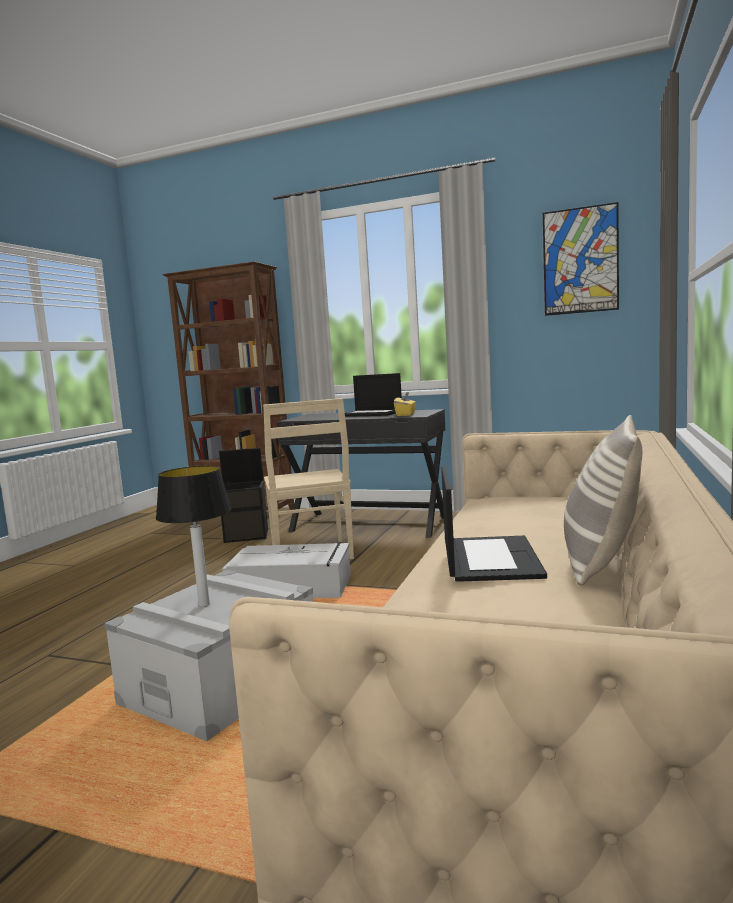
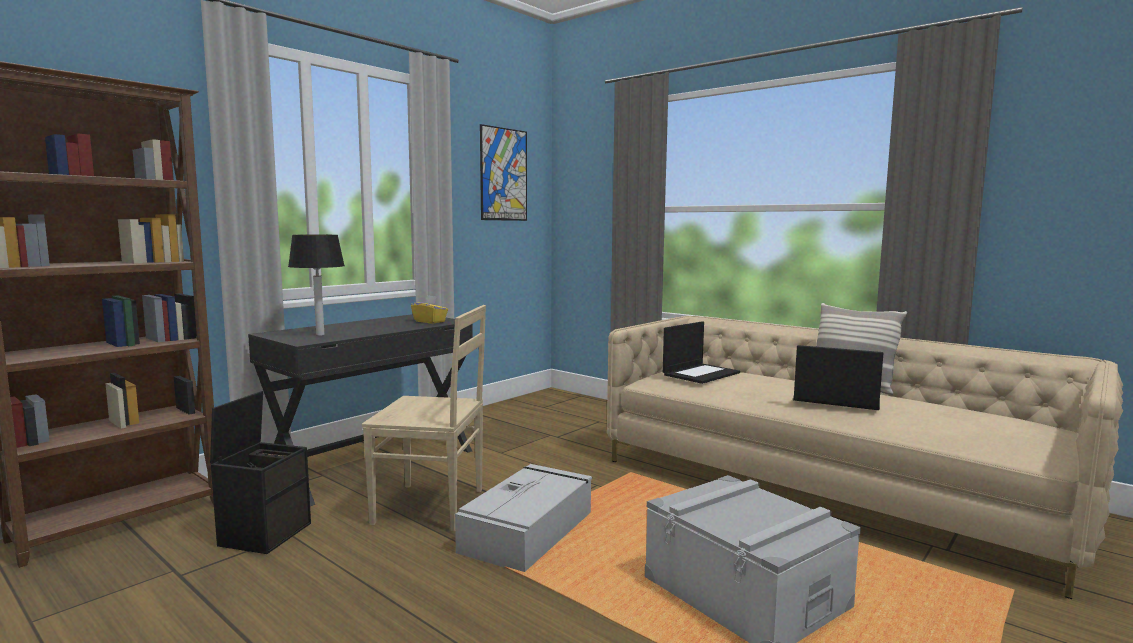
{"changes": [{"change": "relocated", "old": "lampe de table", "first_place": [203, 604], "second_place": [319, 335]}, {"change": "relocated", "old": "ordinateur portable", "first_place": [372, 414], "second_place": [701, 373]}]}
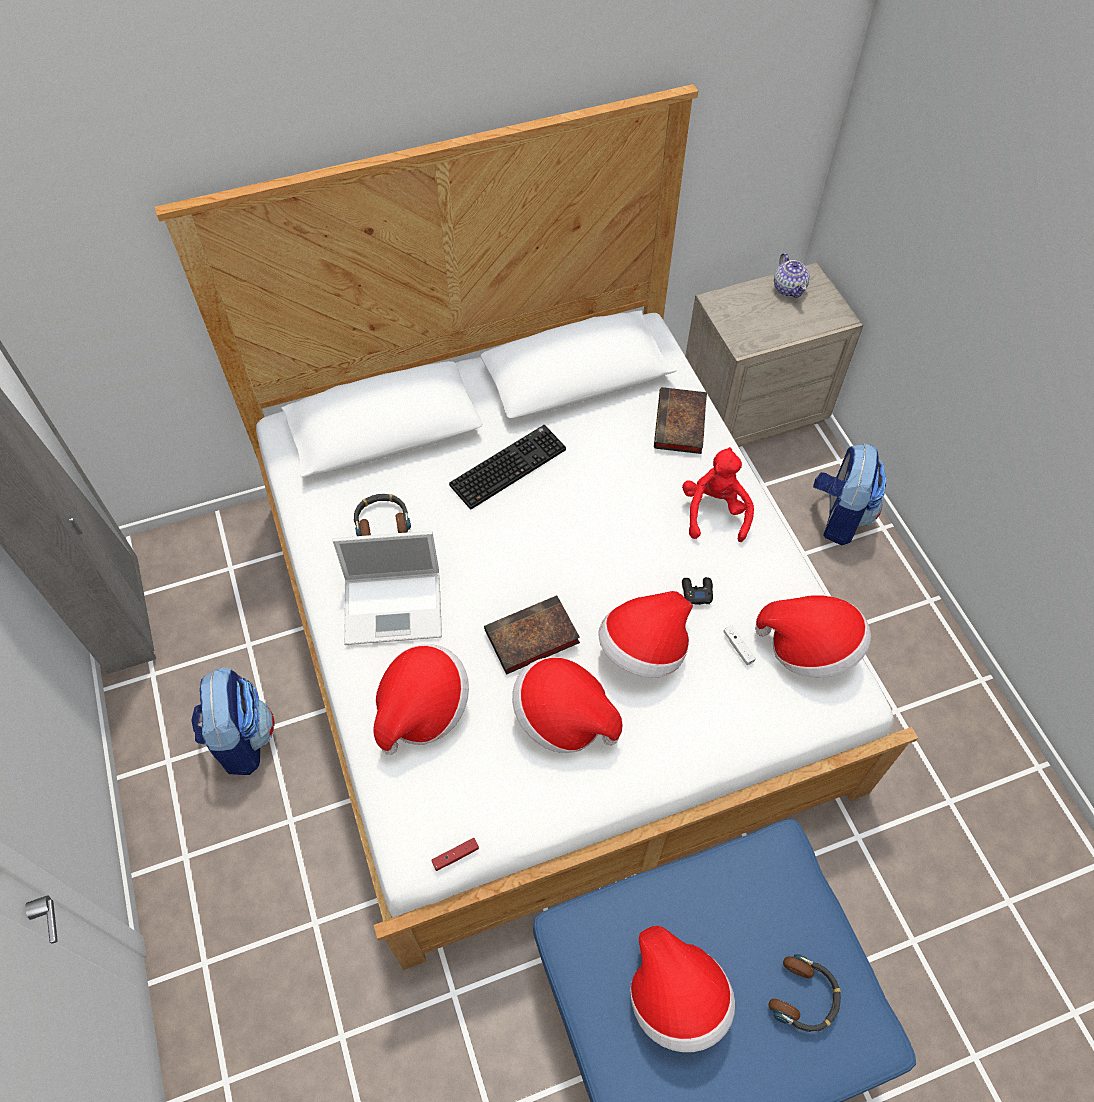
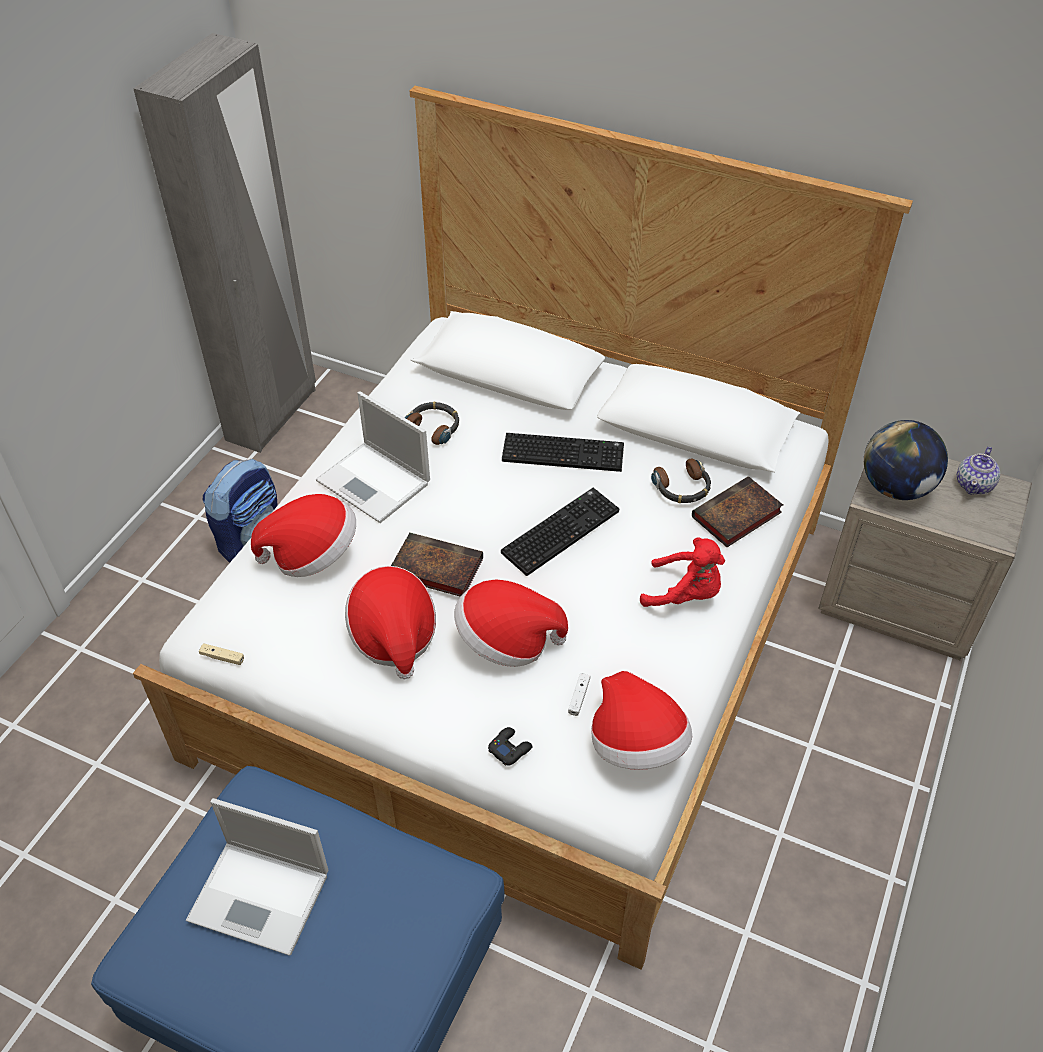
{"changes": [{"change": "exchanged", "old": "chapeau", "new": "ordinateur portable", "first_place": [676, 997], "second_place": [262, 896]}, {"change": "colour", "old": "manette/rouge", "new": "manette/beige", "first_place": [455, 856], "second_place": [222, 657]}, {"change": "relocated", "old": "manette/noir", "first_place": [696, 592], "second_place": [510, 748]}, {"change": "appeared", "new": "clavier", "second_place": [560, 530]}, {"change": "spun", "old": "peluche/rouge", "first_place": [714, 511], "second_place": [685, 594], "degrees": 60}, {"change": "relocated", "old": "casque audio", "first_place": [805, 997], "second_place": [682, 488]}, {"change": "appeared", "new": "globe", "second_place": [896, 488]}, {"change": "missing", "old": "sac à dos", "first_place": [839, 516]}]}
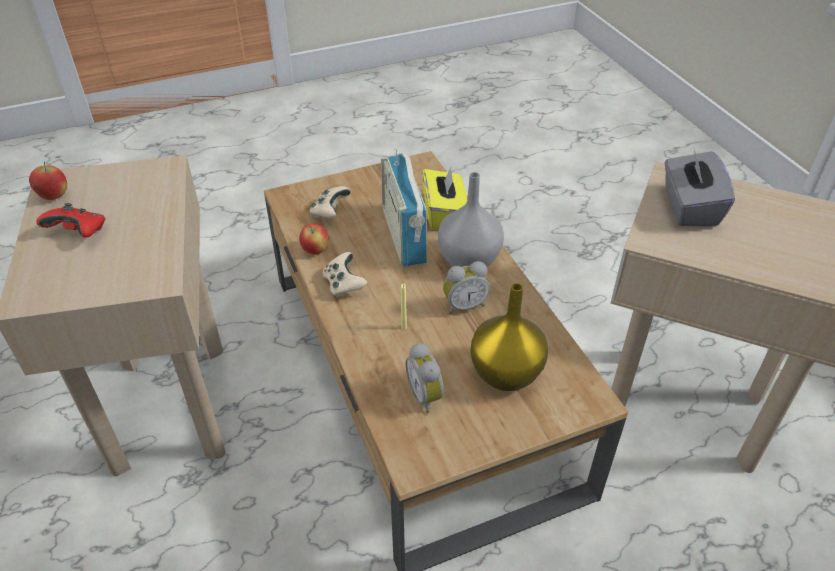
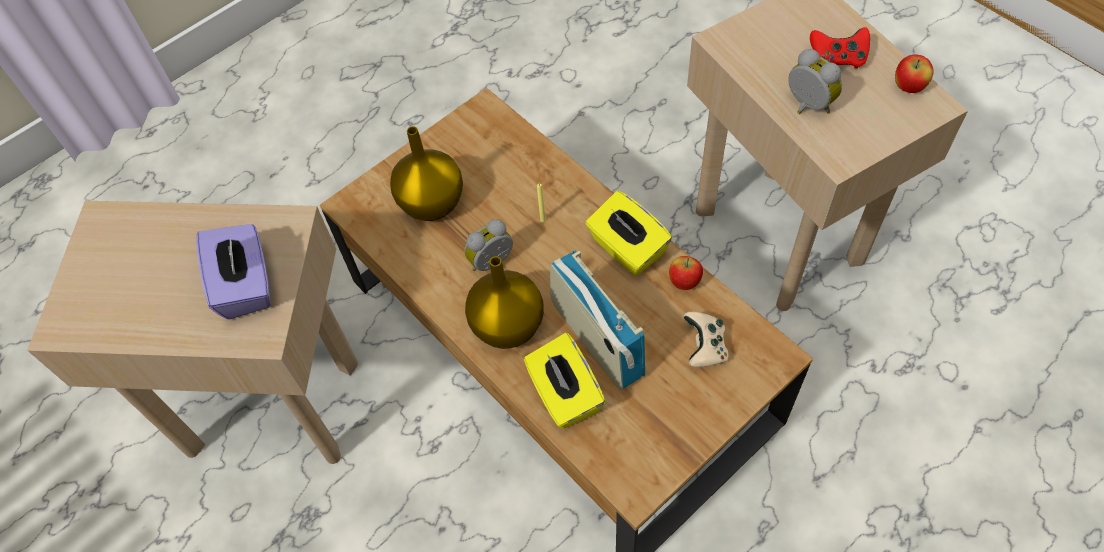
{"changes": [{"change": "colour", "old": "boîte à mouchoirs/gris", "new": "boîte à mouchoirs/violet", "first_place": [689, 207], "second_place": [246, 285]}, {"change": "colour", "old": "vase/gris", "new": "vase/jaune", "first_place": [469, 259], "second_place": [508, 328]}, {"change": "exchanged", "old": "manette/beige", "new": "boîte à mouchoirs/jaune", "first_place": [344, 285], "second_place": [627, 248]}, {"change": "relocated", "old": "réveil", "first_place": [427, 395], "second_place": [807, 106]}]}
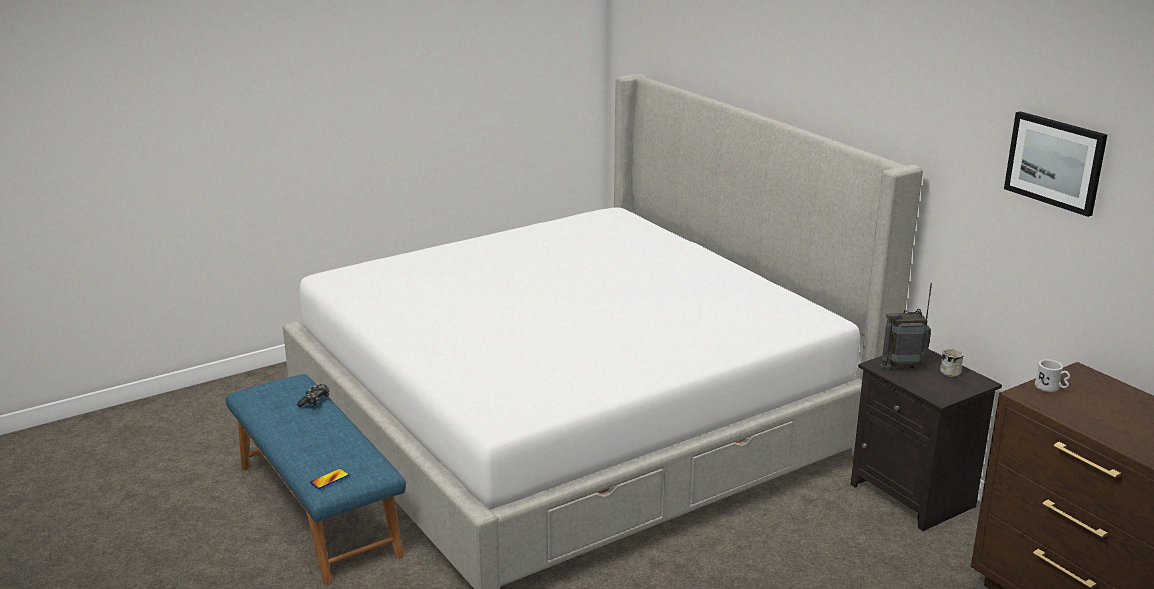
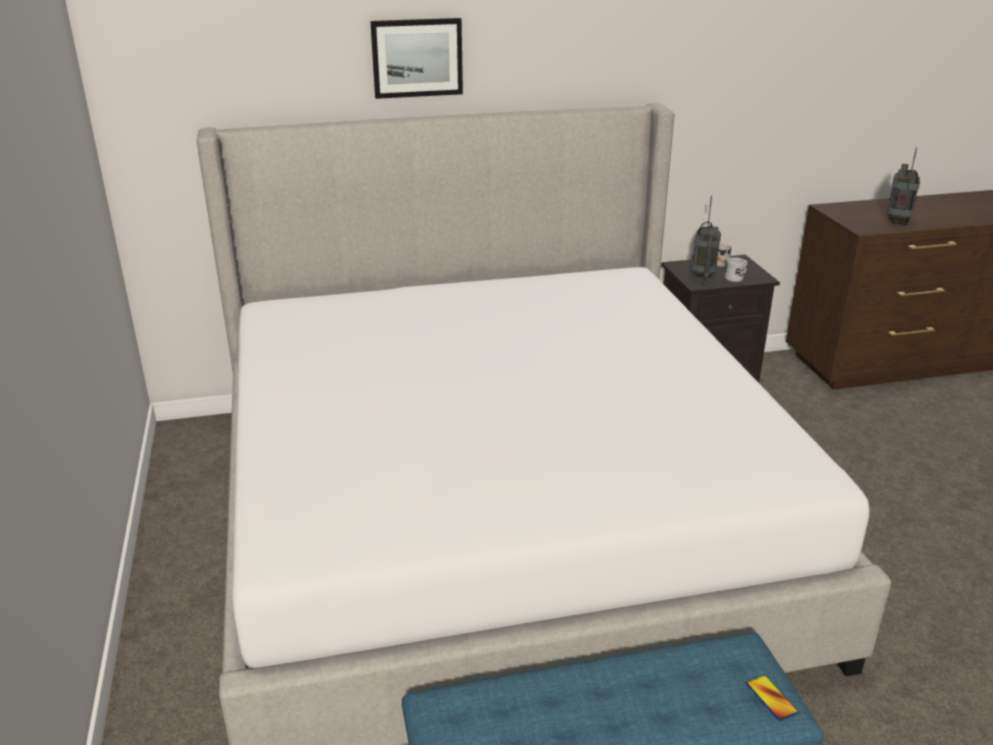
{"changes": [{"change": "relocated", "old": "tableau", "first_place": [1055, 162], "second_place": [417, 57]}, {"change": "relocated", "old": "mug/blanc", "first_place": [1051, 388], "second_place": [736, 278]}, {"change": "appeared", "new": "radio", "second_place": [897, 222]}, {"change": "missing", "old": "manette", "first_place": [315, 401]}]}
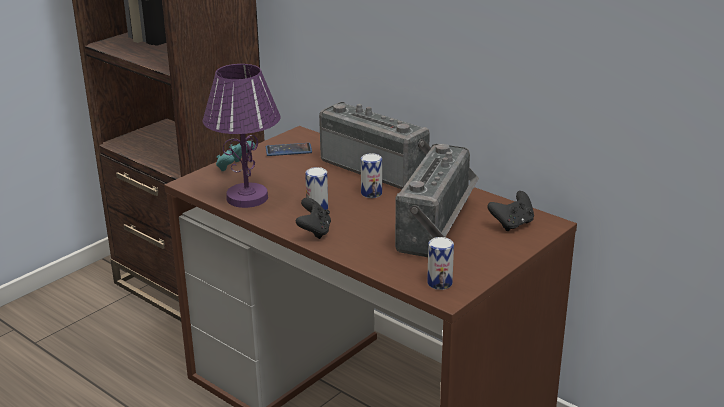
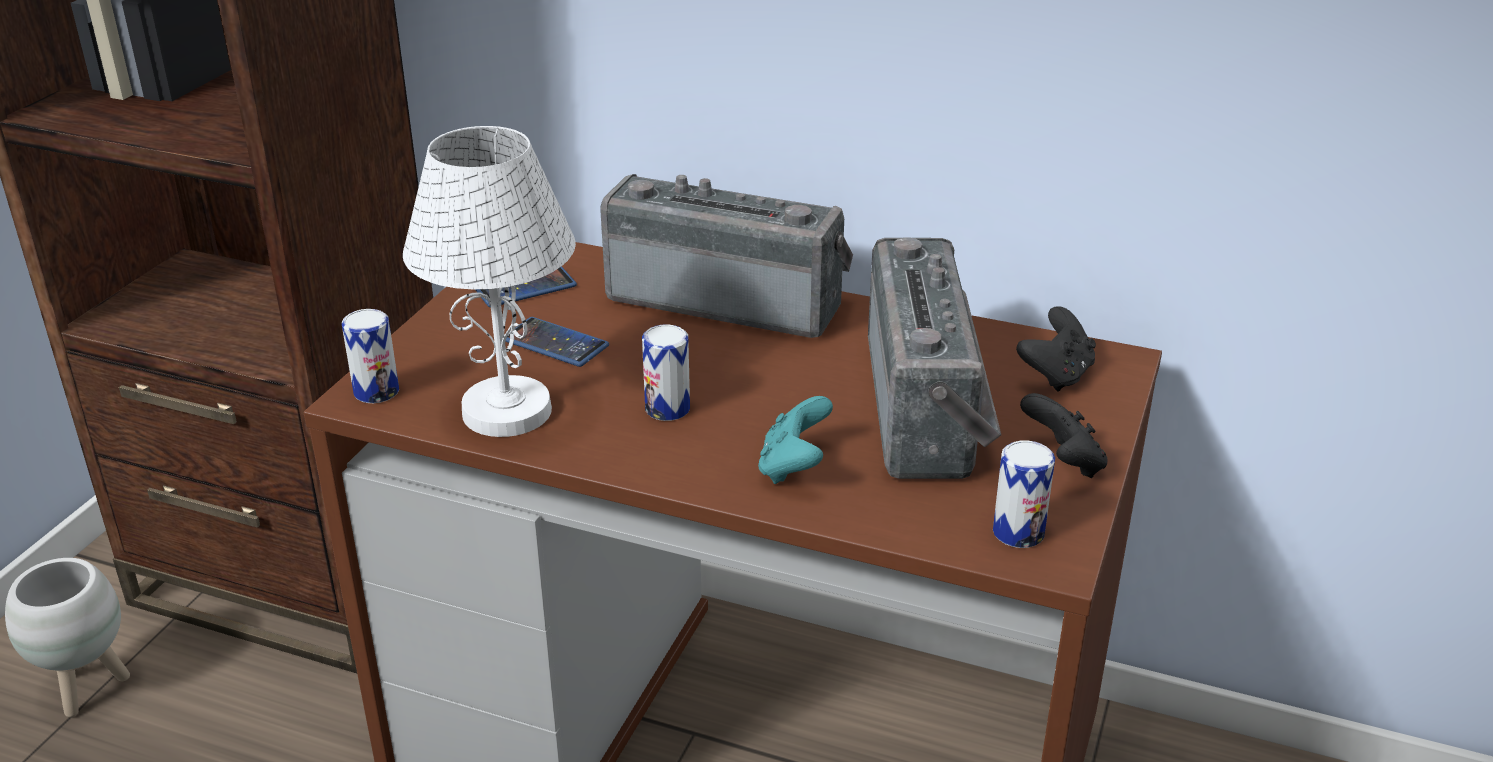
{"changes": [{"change": "appeared", "new": "cache-pot/blanc", "second_place": [88, 688]}, {"change": "relocated", "old": "boîte métallique", "first_place": [371, 193], "second_place": [376, 391]}, {"change": "colour", "old": "lampe de table/violet", "new": "lampe de table/blanc", "first_place": [248, 197], "second_place": [508, 410]}, {"change": "appeared", "new": "téléphone", "second_place": [555, 343]}, {"change": "relocated", "old": "manette/turquoise", "first_place": [234, 168], "second_place": [794, 467]}, {"change": "relocated", "old": "manette/noir", "first_place": [314, 232], "second_place": [1063, 463]}]}
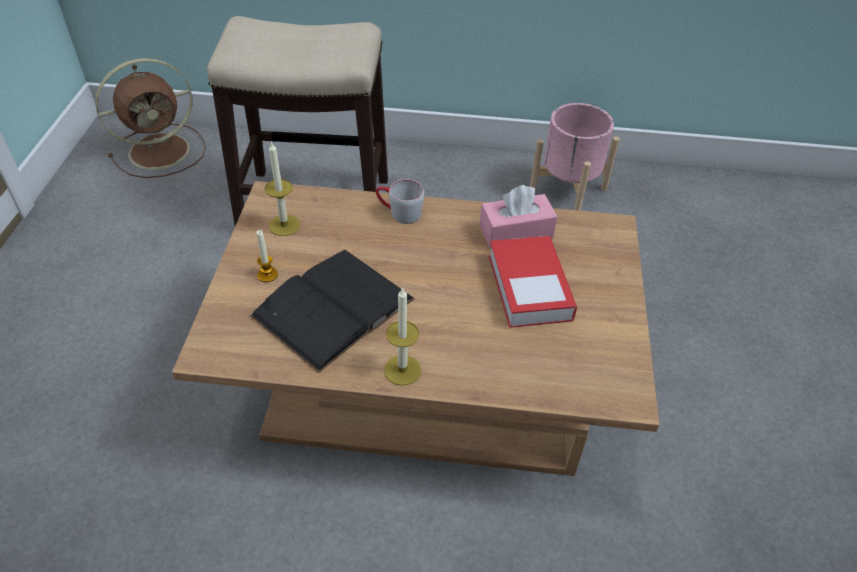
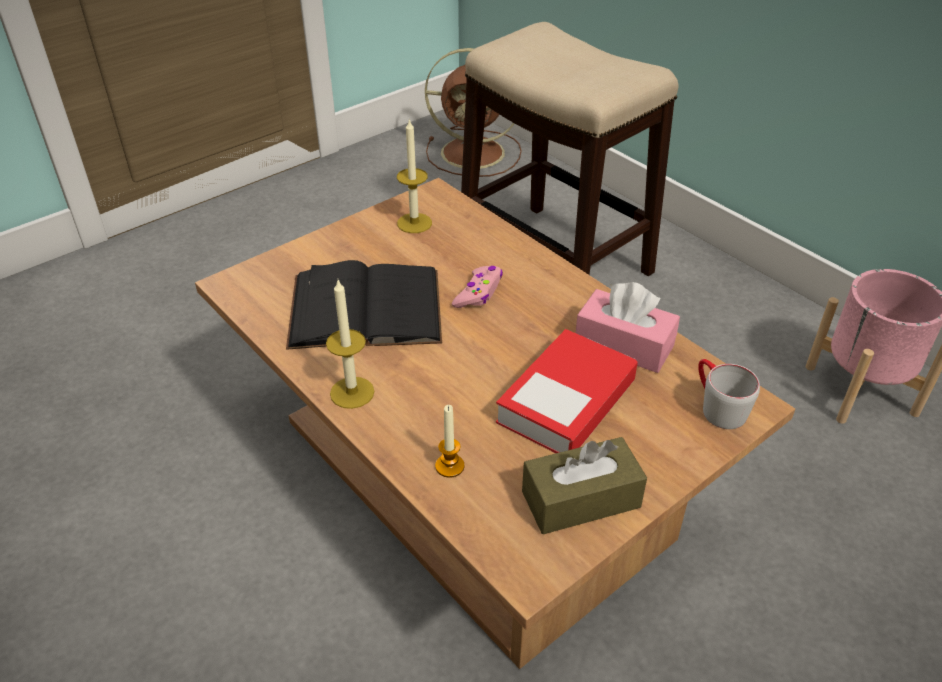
{"changes": [{"change": "relocated", "old": "bougie", "first_place": [267, 275], "second_place": [449, 466]}, {"change": "appeared", "new": "manette/rose", "second_place": [478, 293]}, {"change": "appeared", "new": "boîte à mouchoirs/marron", "second_place": [581, 499]}, {"change": "relocated", "old": "mug/gris", "first_place": [399, 212], "second_place": [716, 406]}]}
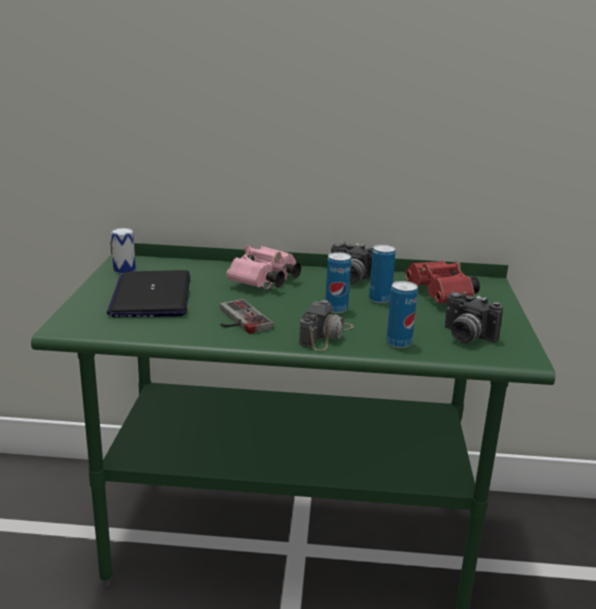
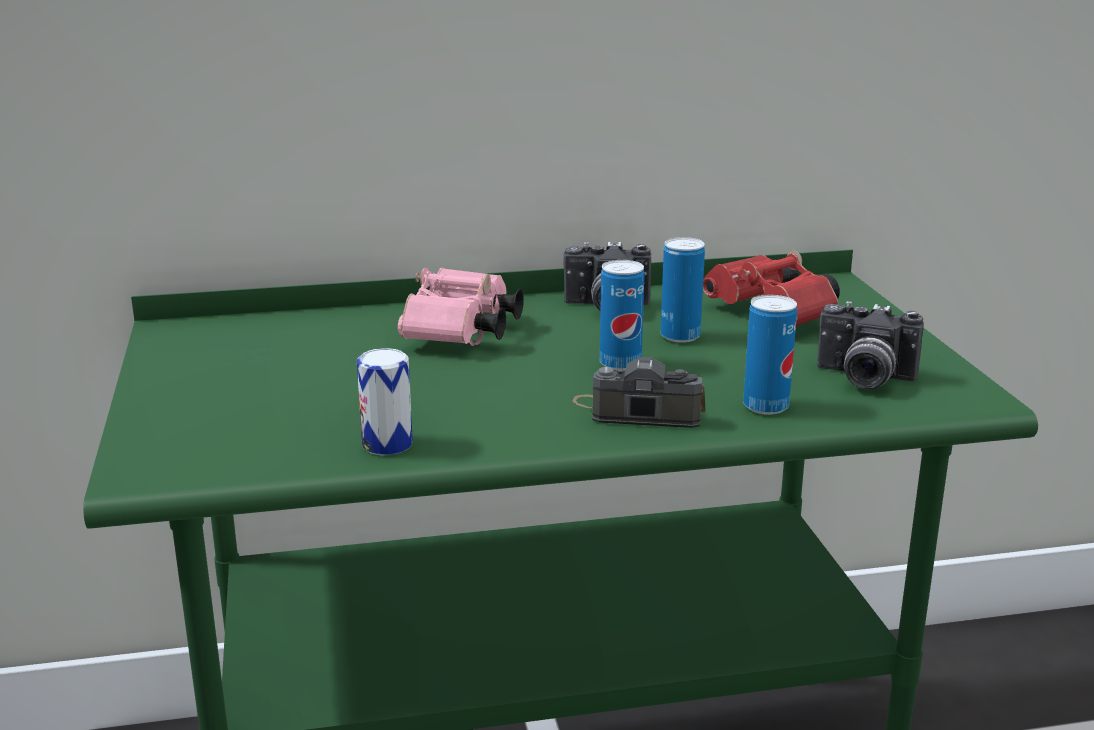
{"changes": [{"change": "relocated", "old": "boîte métallique", "first_place": [124, 269], "second_place": [387, 444]}, {"change": "spun", "old": "appareil photo", "first_place": [326, 335], "second_place": [637, 411], "degrees": -90}, {"change": "missing", "old": "ordinateur portable", "first_place": [151, 296]}, {"change": "missing", "old": "manette", "first_place": [238, 320]}]}
